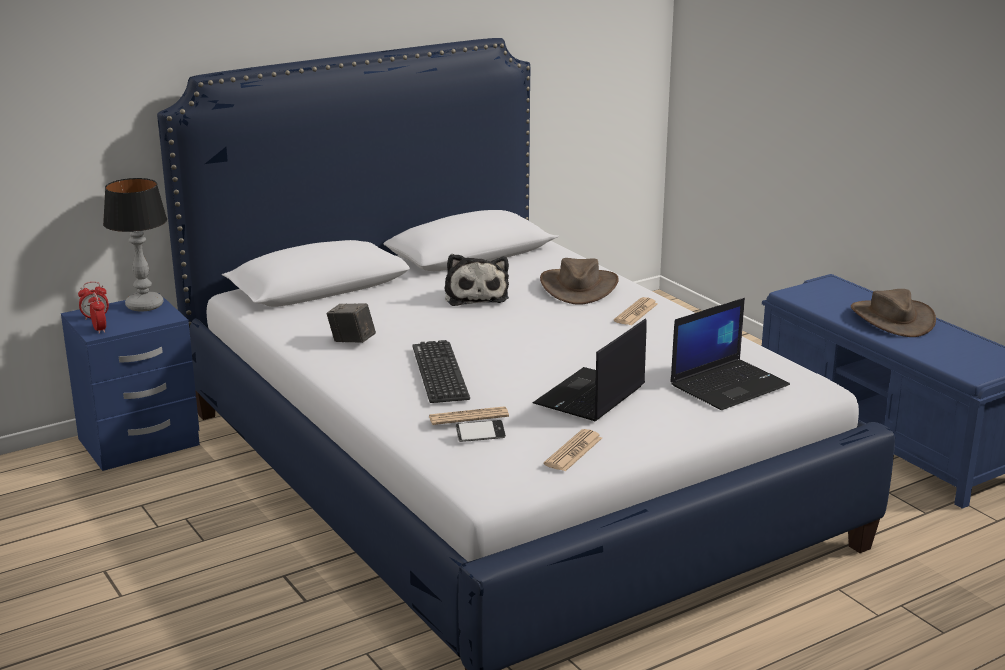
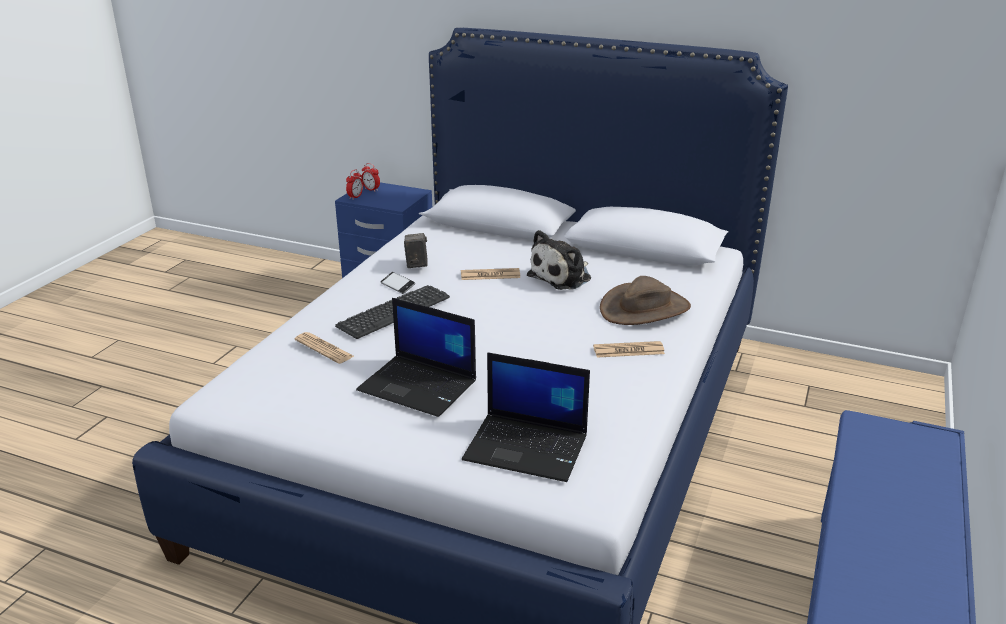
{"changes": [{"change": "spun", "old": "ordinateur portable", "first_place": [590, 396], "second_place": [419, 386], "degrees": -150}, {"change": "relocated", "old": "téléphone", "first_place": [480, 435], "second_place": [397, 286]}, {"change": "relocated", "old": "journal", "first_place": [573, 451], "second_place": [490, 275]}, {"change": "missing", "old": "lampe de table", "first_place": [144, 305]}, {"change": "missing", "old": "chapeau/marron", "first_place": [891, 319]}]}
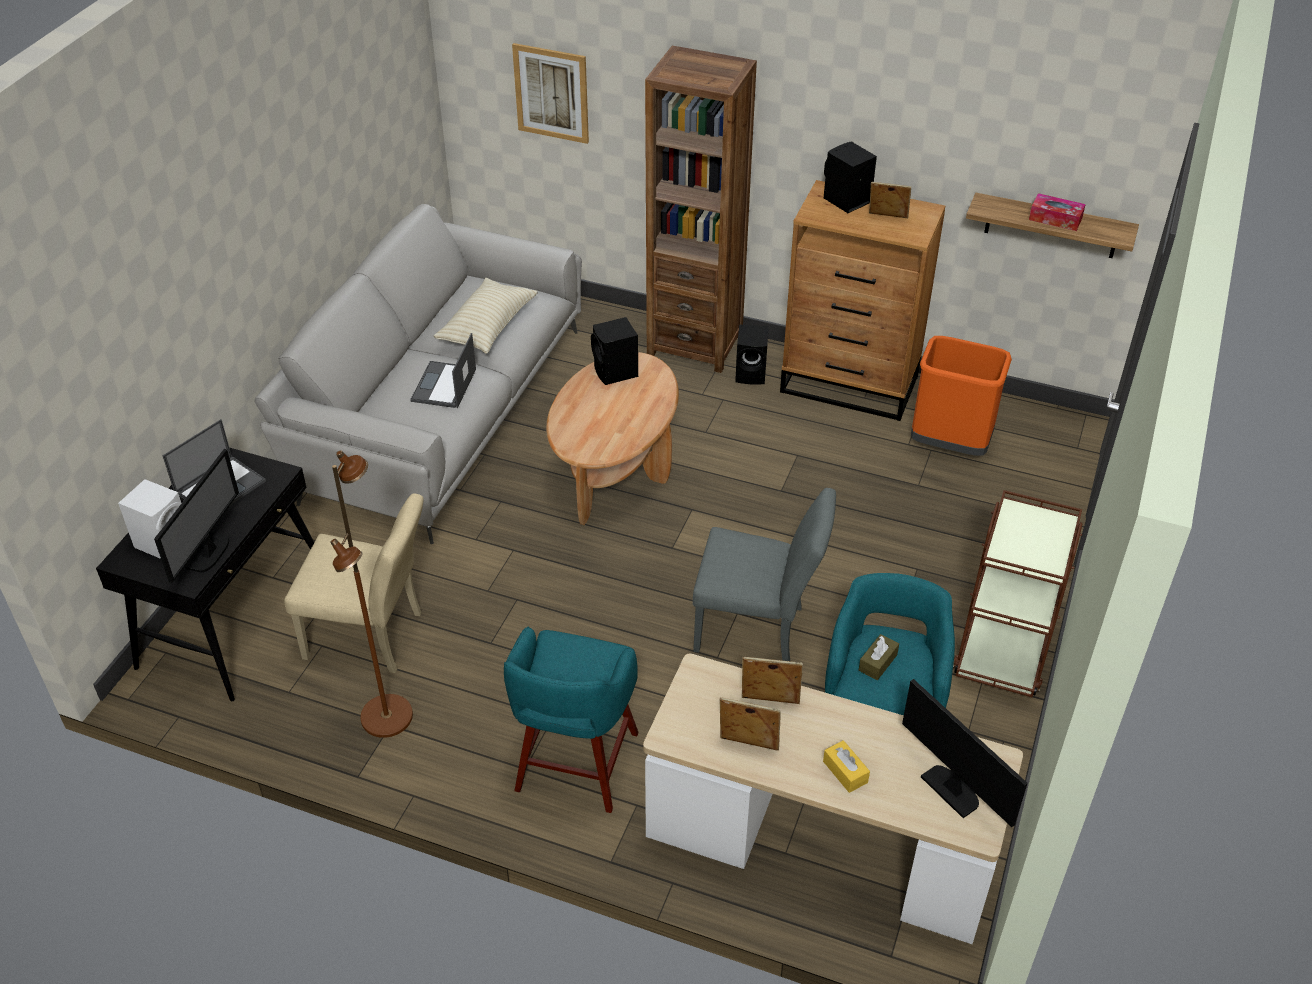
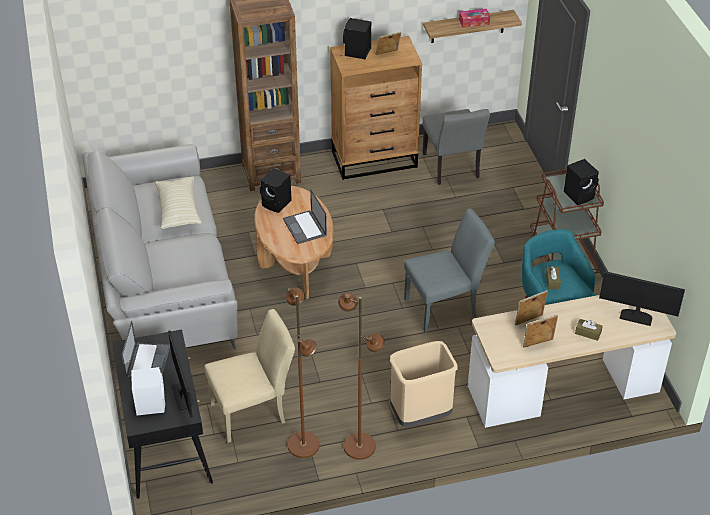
{"changes": [{"change": "relocated", "old": "ordinateur portable", "first_place": [444, 386], "second_place": [305, 227]}, {"change": "appeared", "new": "lampadaire/marron", "second_place": [359, 446]}, {"change": "exchanged", "old": "tabouret/turquoise", "new": "poubelle/beige", "first_place": [575, 765], "second_place": [420, 415]}, {"change": "exchanged", "old": "poubelle/orange", "new": "chaise/gris", "first_place": [949, 445], "second_place": [452, 169]}, {"change": "relocated", "old": "enceinte/noir", "first_place": [752, 373], "second_place": [579, 195]}, {"change": "colour", "old": "boîte à mouchoirs/jaune", "new": "boîte à mouchoirs/marron", "first_place": [845, 772], "second_place": [588, 333]}, {"change": "missing", "old": "tableau", "first_place": [551, 93]}]}
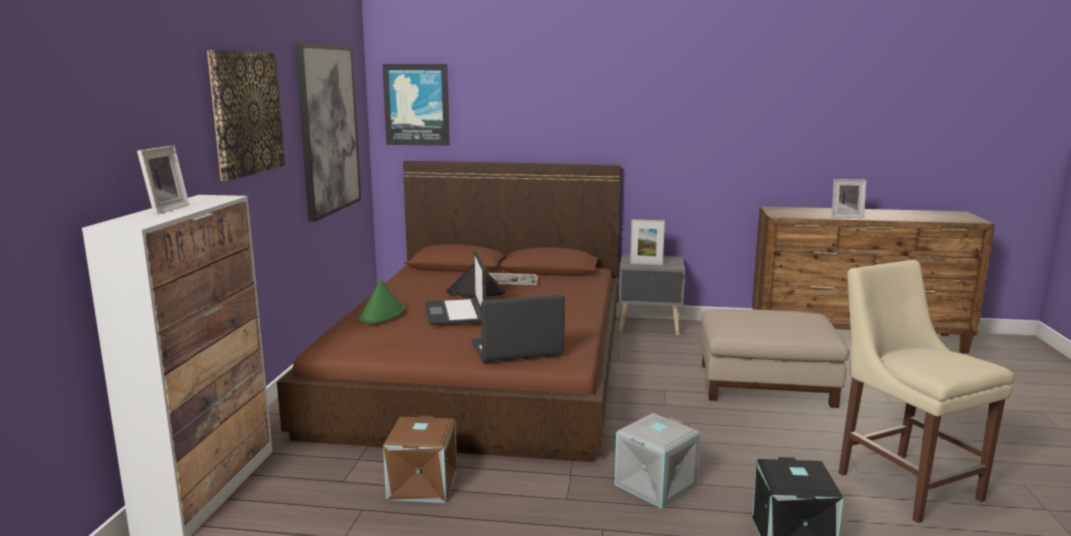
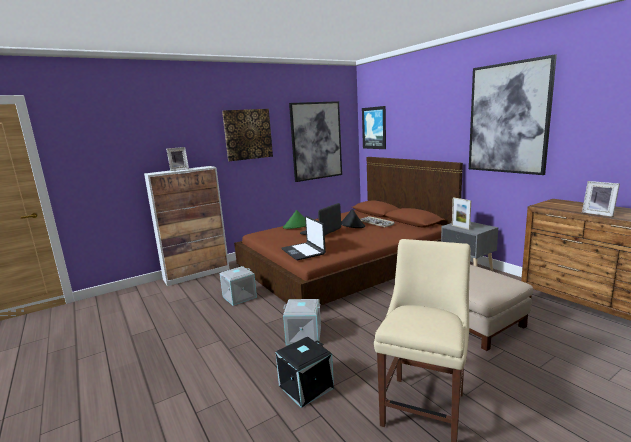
{"changes": [{"change": "colour", "old": "boîte de rangement/marron", "new": "boîte de rangement/gris", "first_place": [424, 485], "second_place": [239, 297]}, {"change": "spun", "old": "ordinateur portable", "first_place": [517, 350], "second_place": [303, 252], "degrees": -150}, {"change": "appeared", "new": "tableau", "second_place": [508, 118]}]}
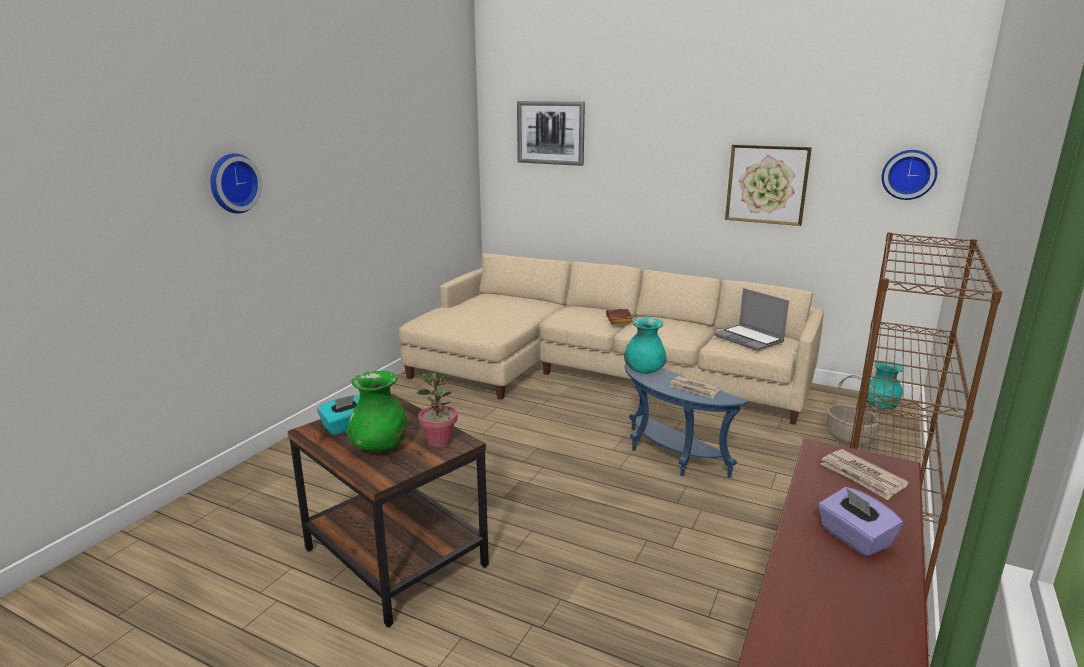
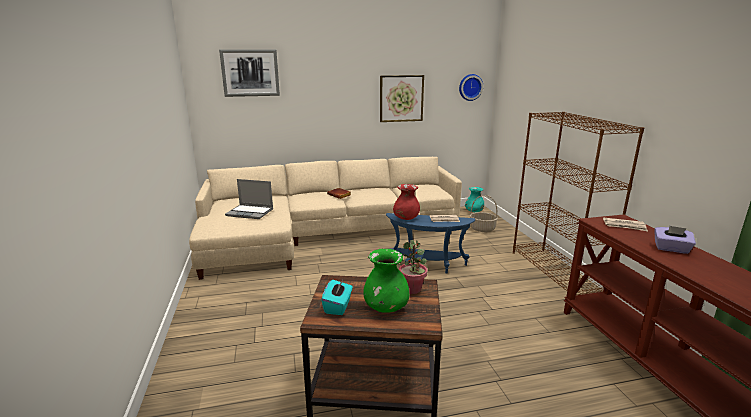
{"changes": [{"change": "relocated", "old": "ordinateur portable", "first_place": [749, 339], "second_place": [250, 212]}, {"change": "colour", "old": "vase/turquoise", "new": "vase/rouge", "first_place": [644, 371], "second_place": [406, 218]}, {"change": "missing", "old": "horloge murale", "first_place": [232, 183]}]}
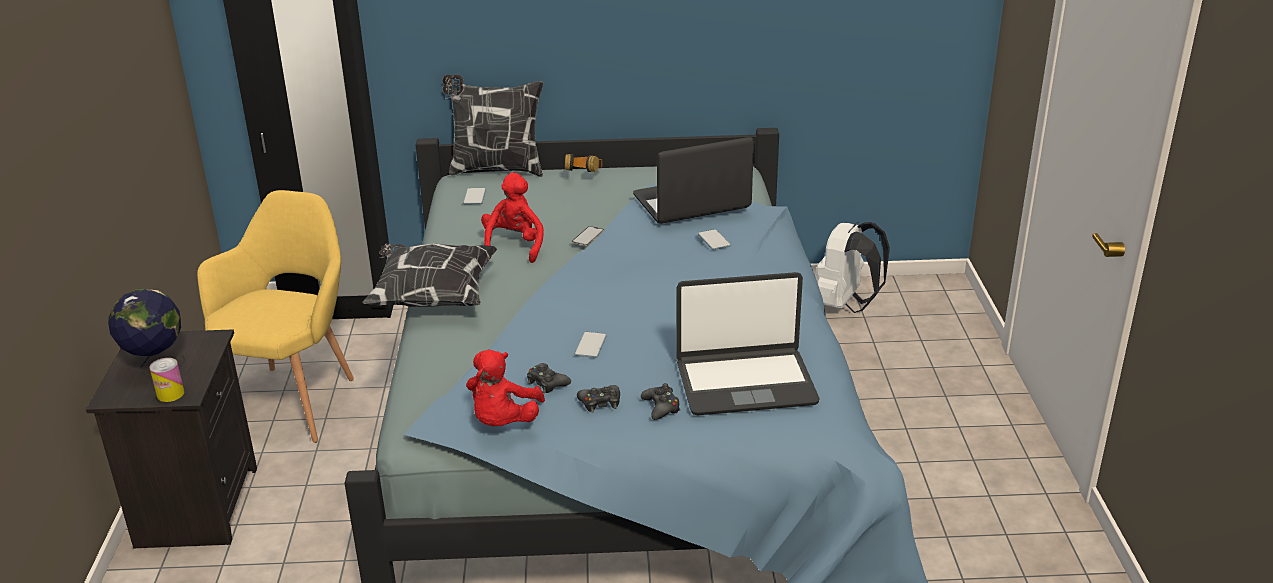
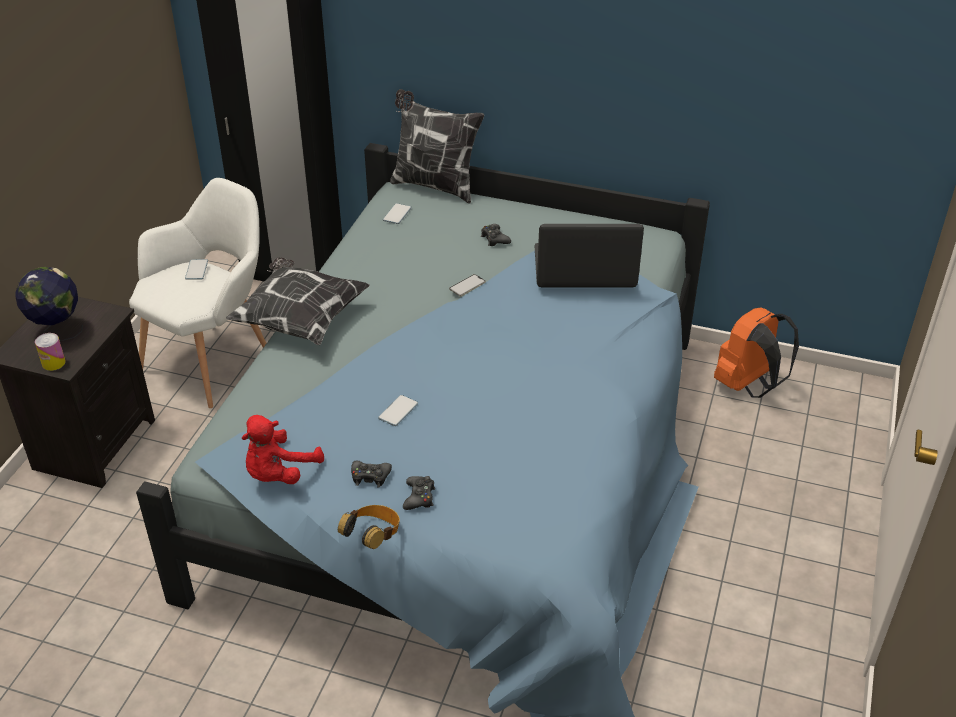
{"changes": [{"change": "colour", "old": "fauteuil/jaune", "new": "fauteuil/blanc", "first_place": [294, 398], "second_place": [214, 358]}, {"change": "relocated", "old": "téléphone", "first_place": [714, 240], "second_place": [196, 270]}, {"change": "relocated", "old": "casque audio", "first_place": [584, 175], "second_place": [373, 536]}, {"change": "relocated", "old": "manette/noir", "first_place": [547, 383], "second_place": [494, 239]}, {"change": "colour", "old": "sac à dos/blanc", "new": "sac à dos/orange", "first_place": [845, 305], "second_place": [748, 385]}, {"change": "missing", "old": "peluche/rouge", "first_place": [514, 246]}, {"change": "missing", "old": "ordinateur portable", "first_place": [745, 382]}]}
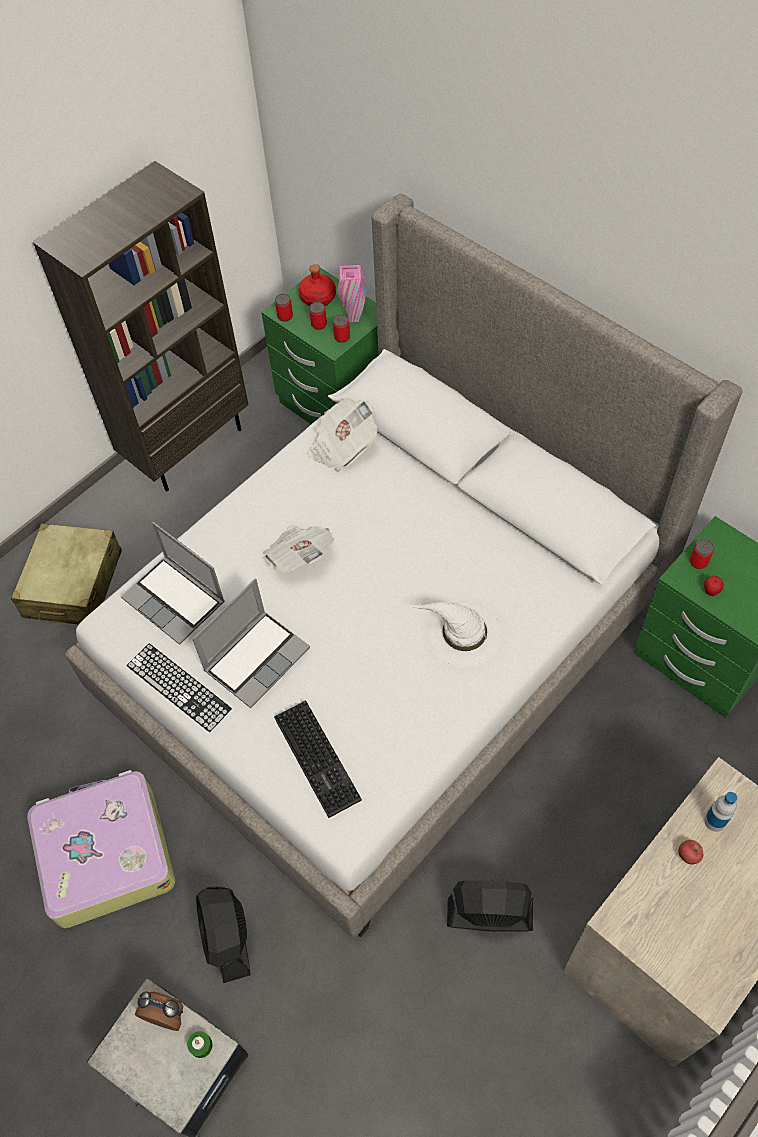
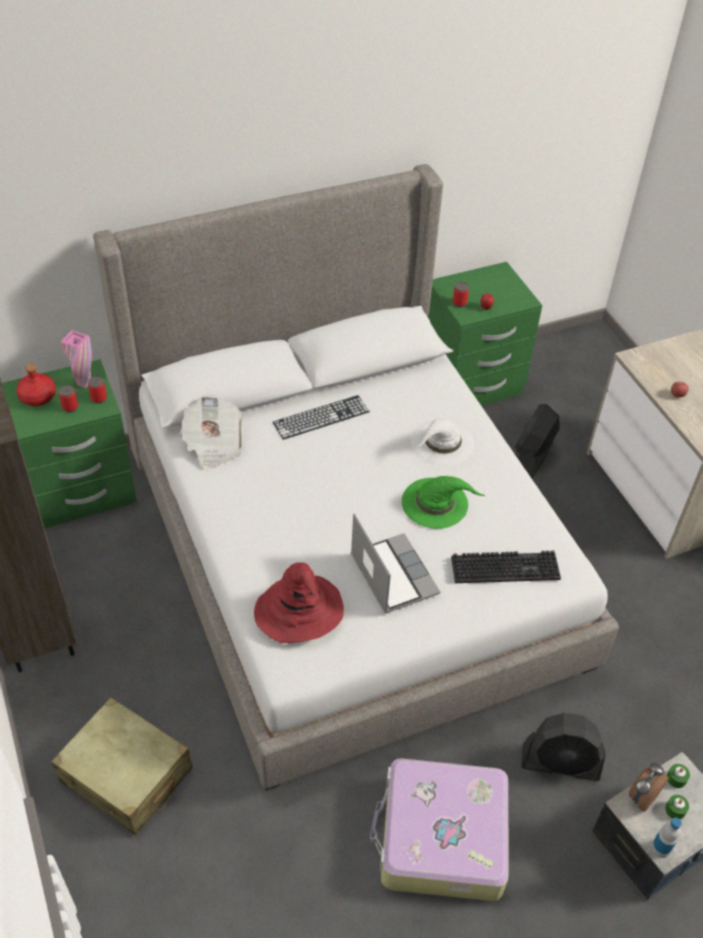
{"changes": [{"change": "exchanged", "old": "ordinateur portable", "new": "chapeau/rouge", "first_place": [176, 600], "second_place": [299, 611]}, {"change": "relocated", "old": "clavier", "first_place": [178, 687], "second_place": [321, 417]}, {"change": "appeared", "new": "chapeau/vert", "second_place": [436, 503]}, {"change": "relocated", "old": "ventilateur/noir", "first_place": [489, 914], "second_place": [533, 455]}, {"change": "relocated", "old": "bouteille", "first_place": [714, 821], "second_place": [660, 848]}, {"change": "appeared", "new": "bougie/vert", "second_place": [675, 810]}, {"change": "missing", "old": "journal", "first_place": [299, 556]}, {"change": "missing", "old": "boîte métallique", "first_place": [285, 316]}]}
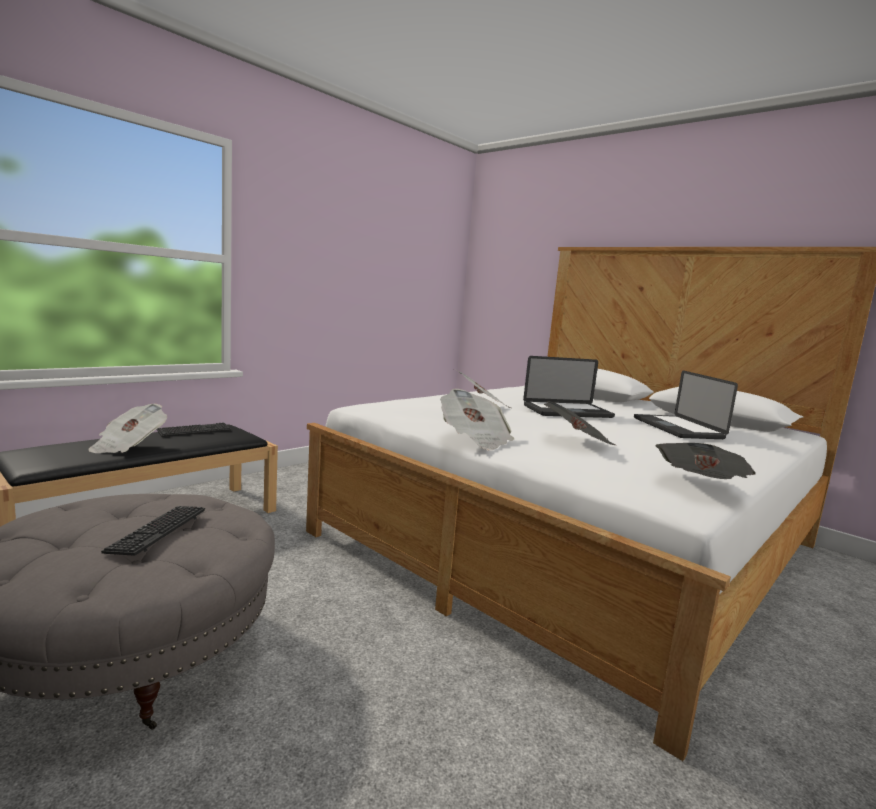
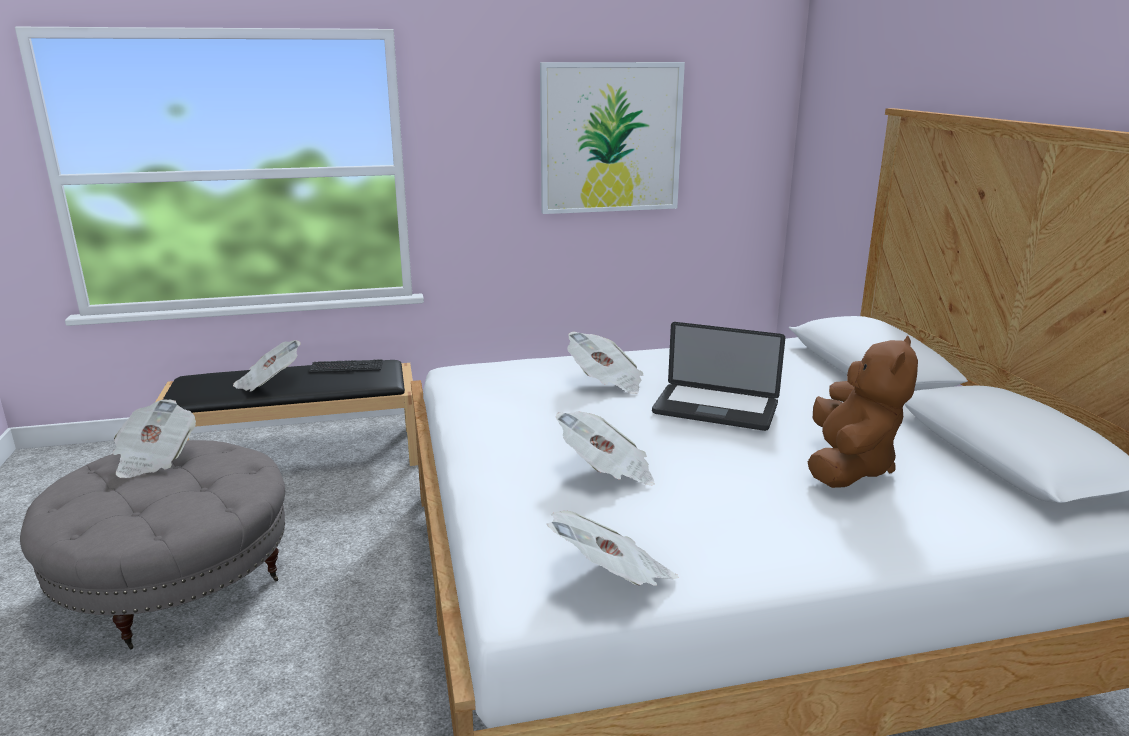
{"changes": [{"change": "relocated", "old": "journal", "first_place": [475, 439], "second_place": [154, 459]}, {"change": "appeared", "new": "tableau", "second_place": [610, 138]}, {"change": "exchanged", "old": "ordinateur portable", "new": "peluche/marron", "first_place": [677, 428], "second_place": [848, 467]}, {"change": "missing", "old": "clavier", "first_place": [158, 531]}]}
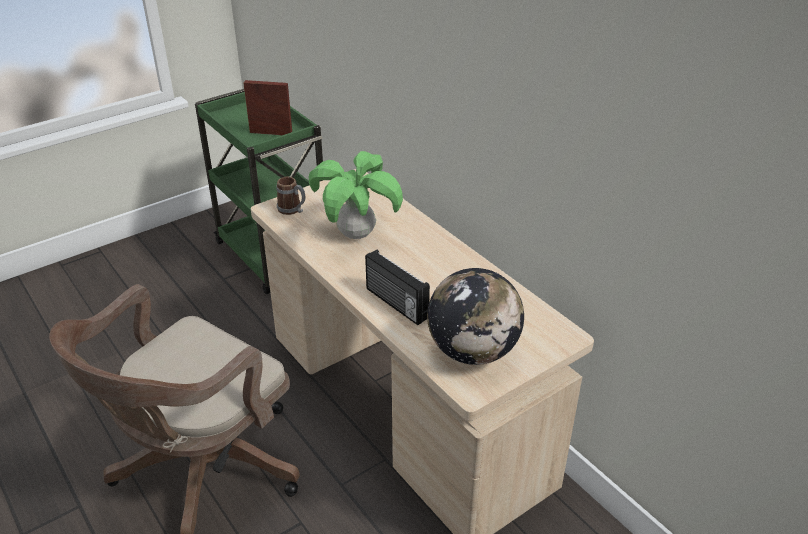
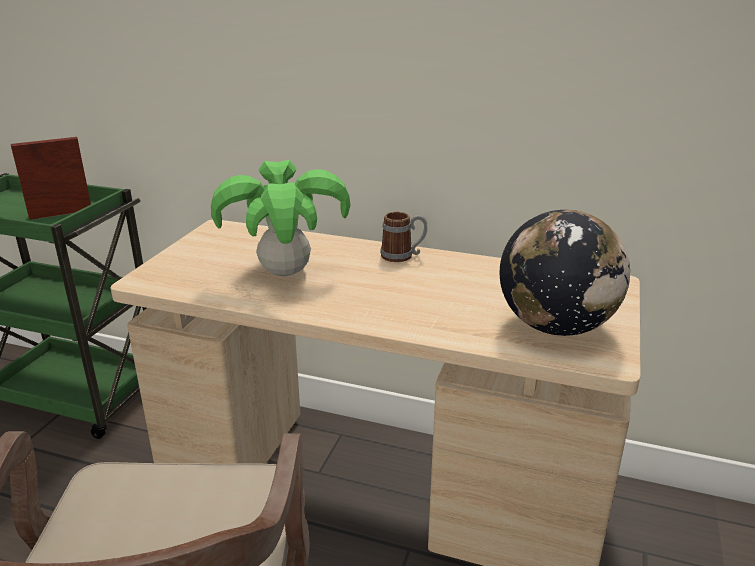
{"changes": [{"change": "relocated", "old": "mug", "first_place": [293, 210], "second_place": [403, 256]}, {"change": "missing", "old": "radio", "first_place": [395, 304]}]}
